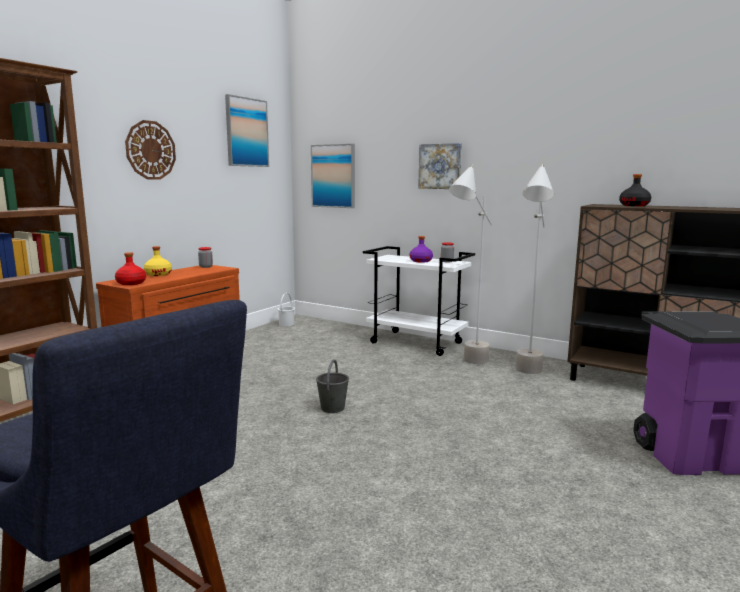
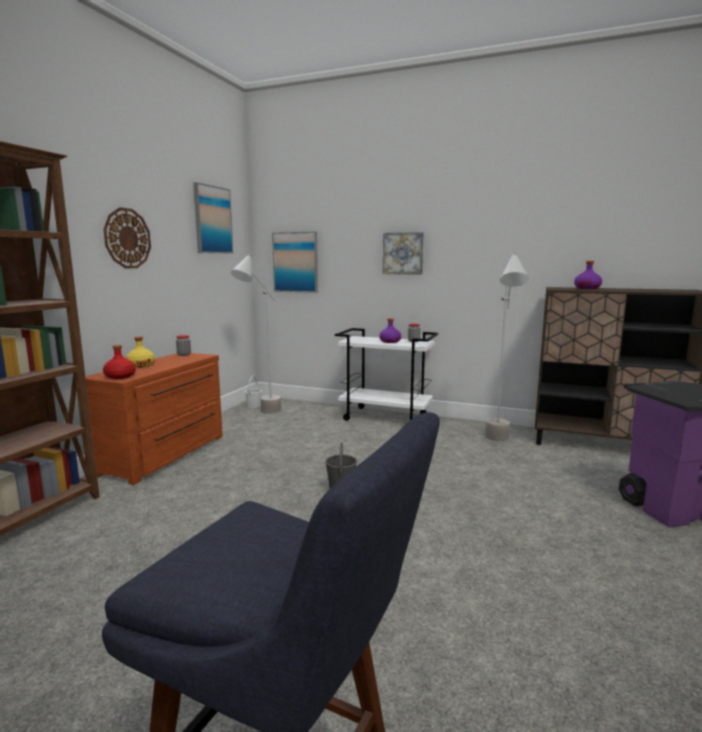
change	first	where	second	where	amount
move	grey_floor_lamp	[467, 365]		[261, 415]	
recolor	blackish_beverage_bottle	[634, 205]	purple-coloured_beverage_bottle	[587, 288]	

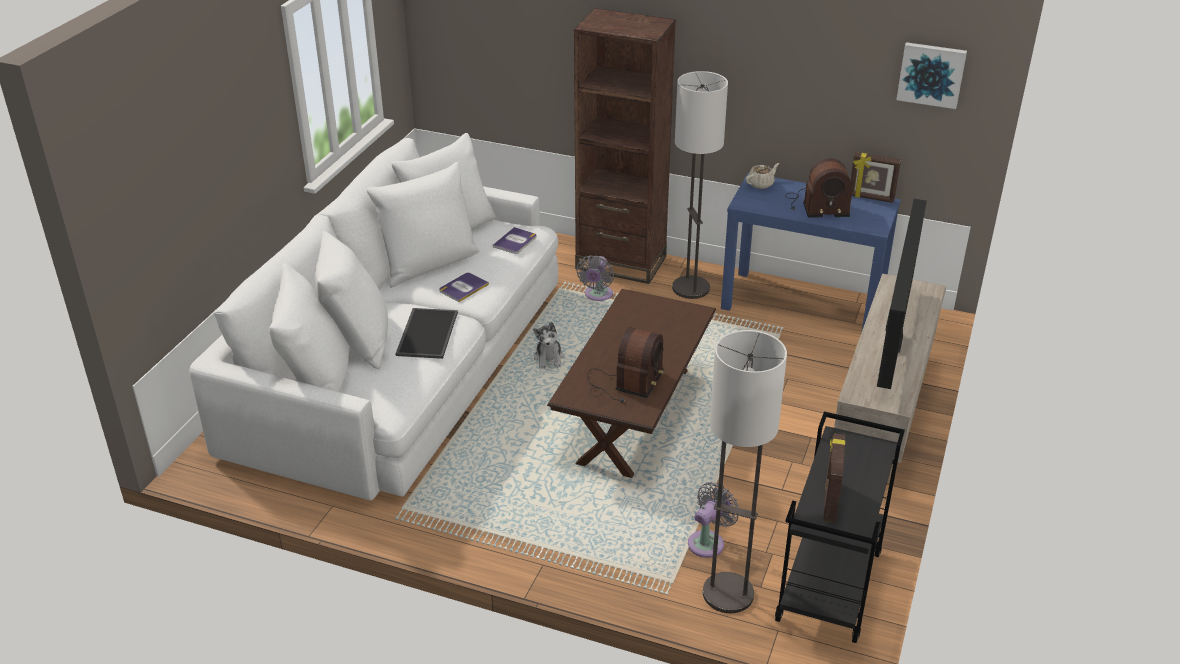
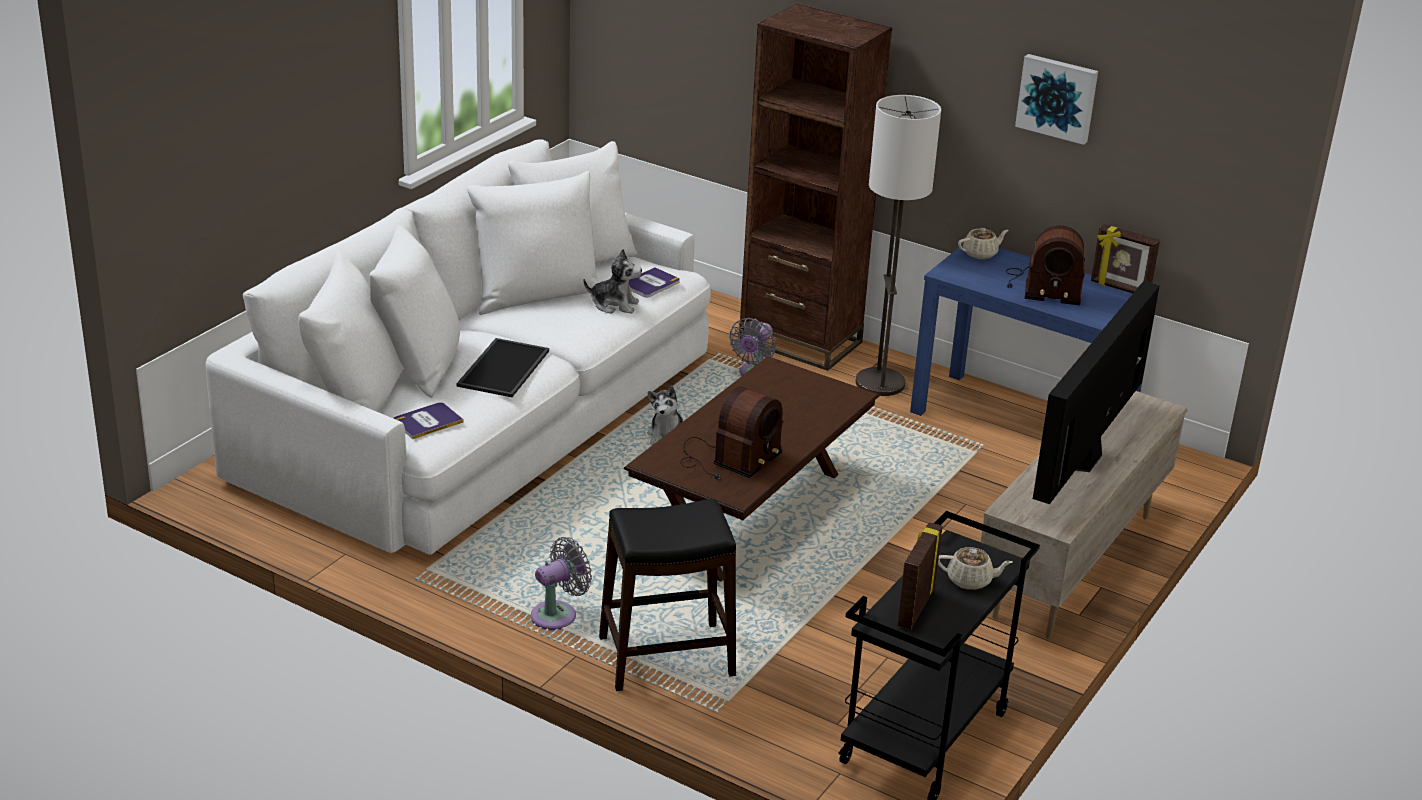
change	first	where	second	where	amount
delete	floor_lamp	[727, 594]			
insert			soft_toy	[614, 305]	
insert			blackish_stool	[666, 656]	
insert			sand-coloured_tea_pot	[970, 580]	
move	bound_book	[463, 287]		[427, 421]	
move	grey_electric_fan	[708, 542]		[558, 614]	
move	wall_art	[931, 74]		[1057, 97]	

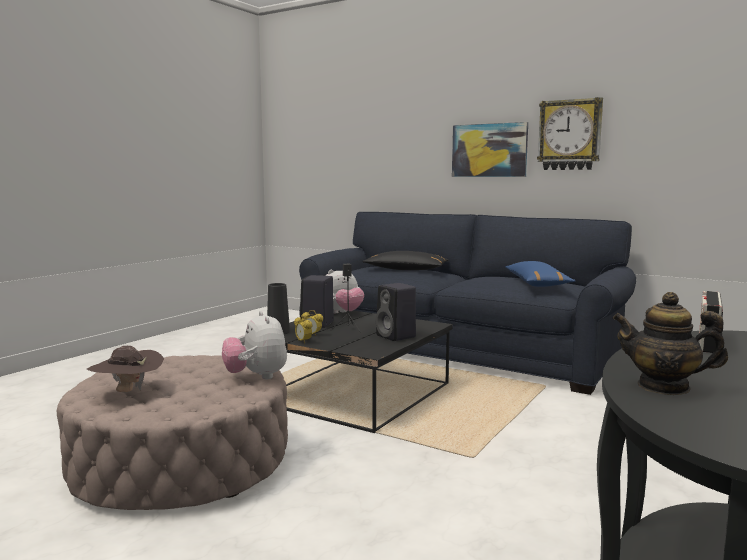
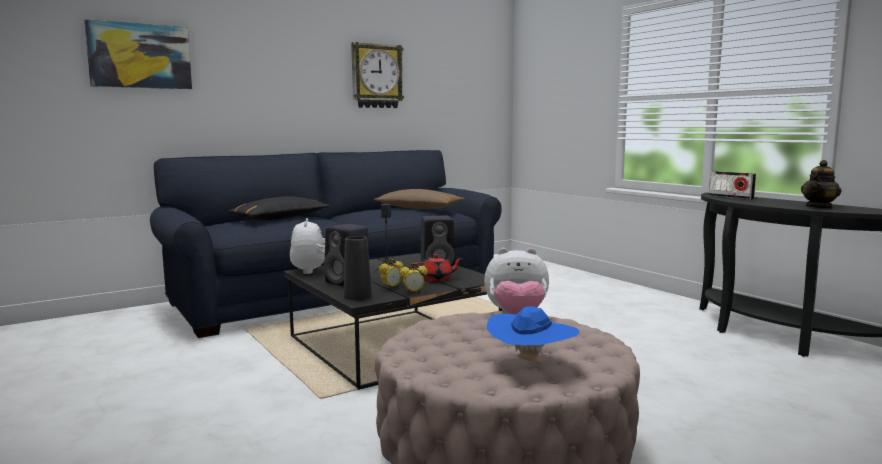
change	first	where	second	where	amount
insert			red-coloured_tea_pot	[437, 279]	
move	wall_art	[489, 150]		[140, 56]	
recolor	brown_clothing_hat	[127, 391]	blue_clothing_hat	[531, 364]	
recolor	blue_pillow	[537, 284]	brown_pillow	[419, 208]	

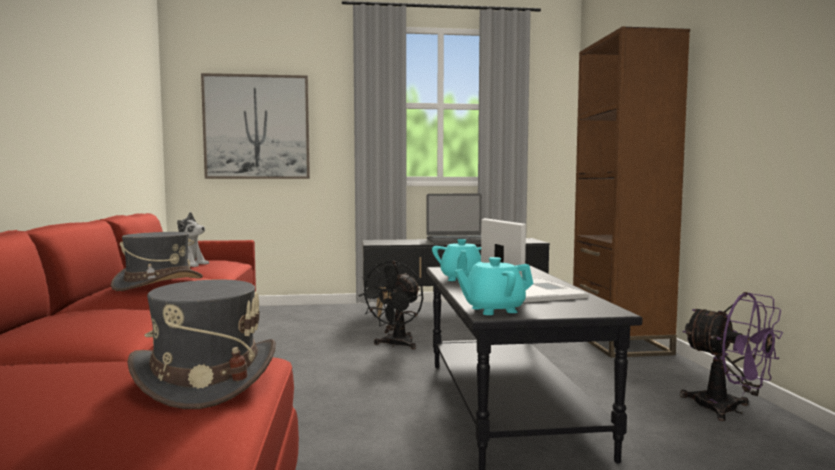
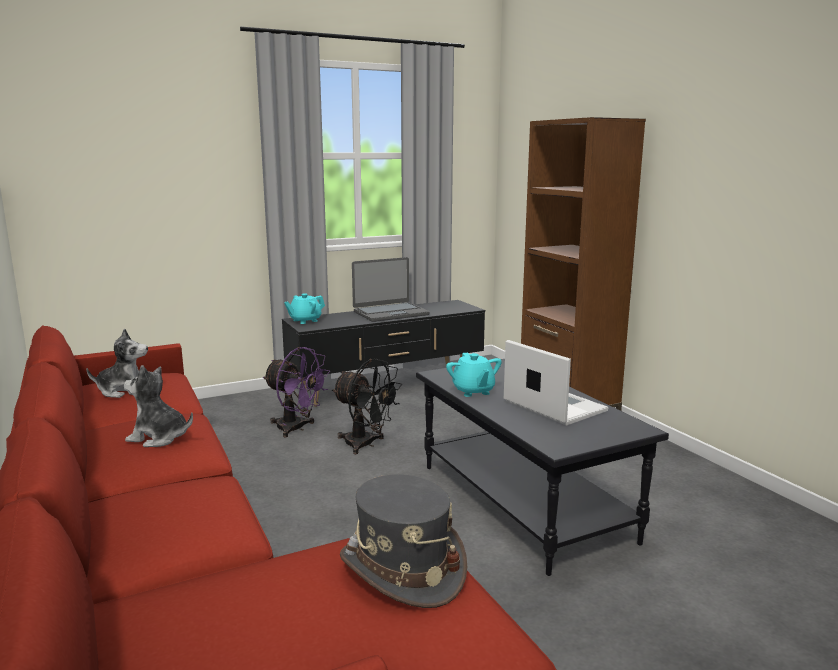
change	first	where	second	where	amount
delete	wall_art	[257, 127]			
move	blue-green_tea_pot	[493, 310]		[305, 320]	
move	purple-coloured_electric_fan	[728, 410]		[296, 428]	
replace	grey_clothing_hat	[158, 284]	soft_toy	[159, 438]	
rotate	blackish_electric_fan	[395, 345]		[366, 444]	60 degrees counterclockwise

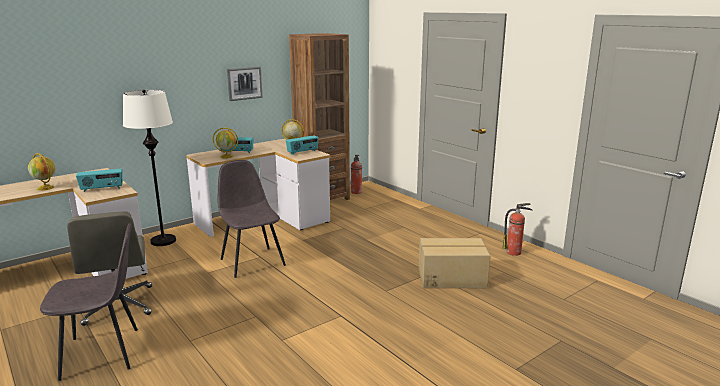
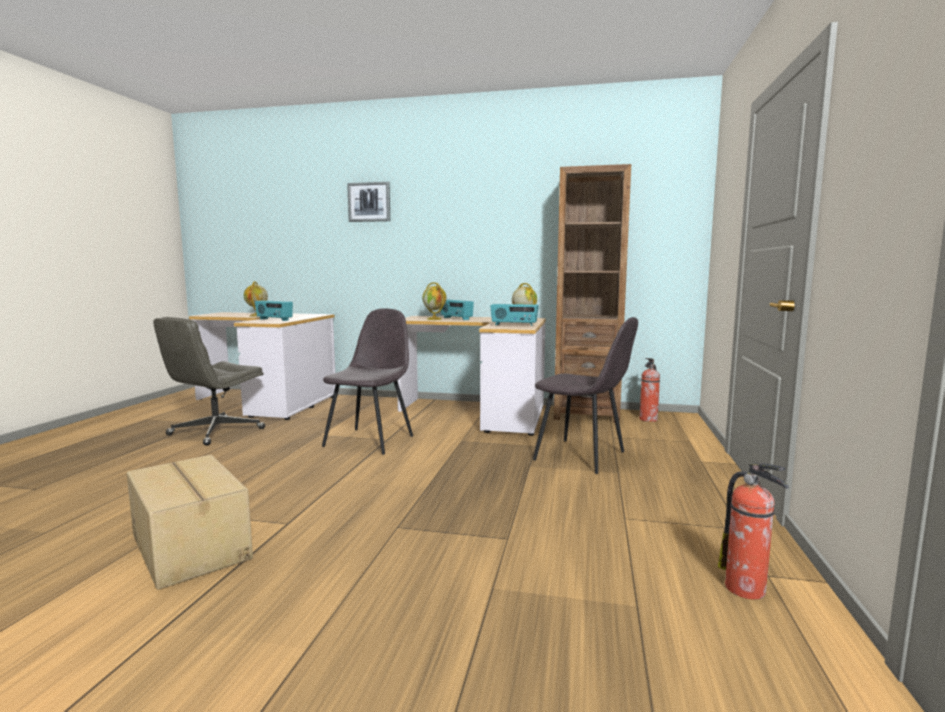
change	first	where	second	where	amount
delete	whitish_floor_lamp	[163, 241]			
move	grey_plain_chair	[103, 353]		[582, 456]	
move	wall_art	[244, 83]		[369, 202]	
move	packing_box	[451, 278]		[192, 546]	

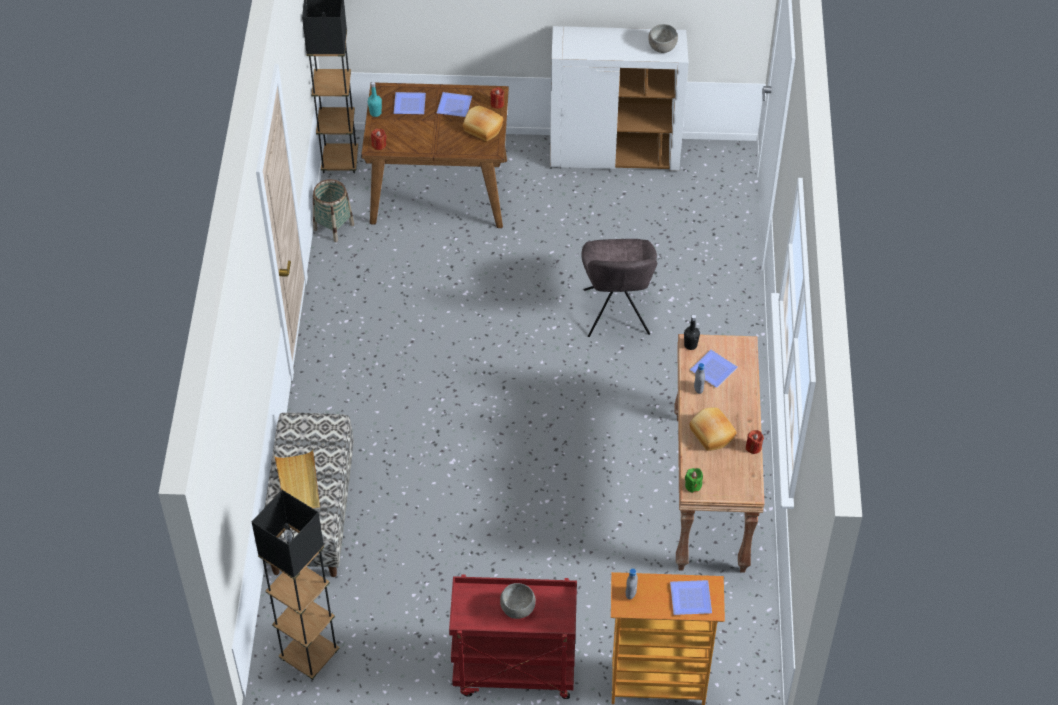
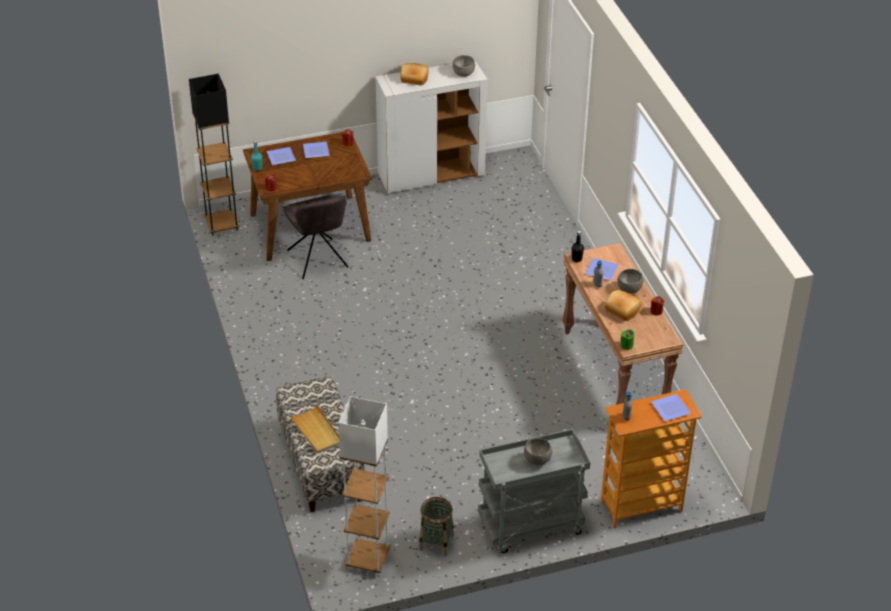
change	first	where	second	where	amount
insert			grey_deep_dish	[629, 289]	
move	storage_basket	[333, 227]		[436, 542]	
move	baked_bread	[482, 129]		[414, 79]	
move	grey_plain_chair	[616, 315]		[318, 260]	
recolor	blackish_floor_lamp	[309, 656]	whitish_floor_lamp	[368, 559]	
recolor	red-coloured_cart	[513, 671]	grey_cart	[530, 527]	

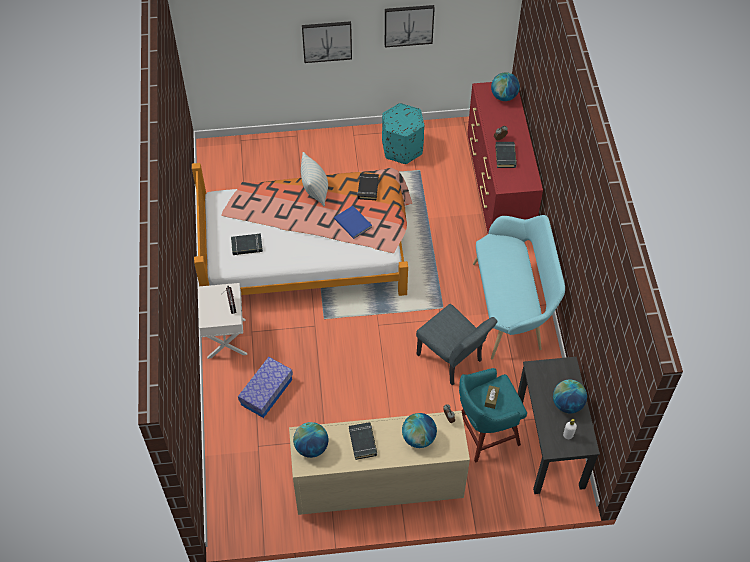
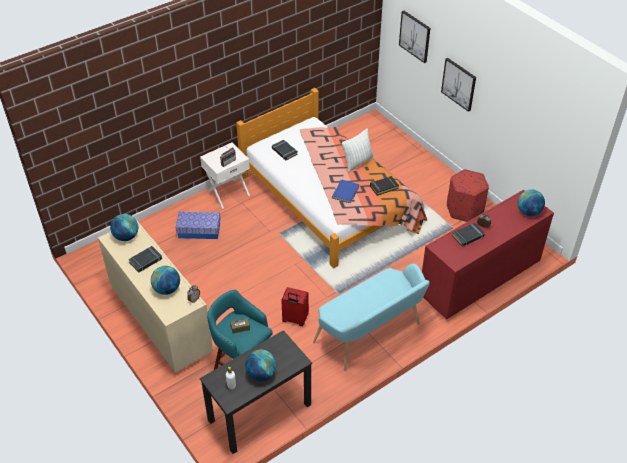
change	first	where	second	where	amount
move	wall_art	[408, 25]		[415, 36]	
replace	grey_plain_chair	[453, 361]	red-coloured_suitcase	[294, 319]	
recolor	blue-green_footrest	[402, 148]	red-coloured_footrest	[464, 210]	

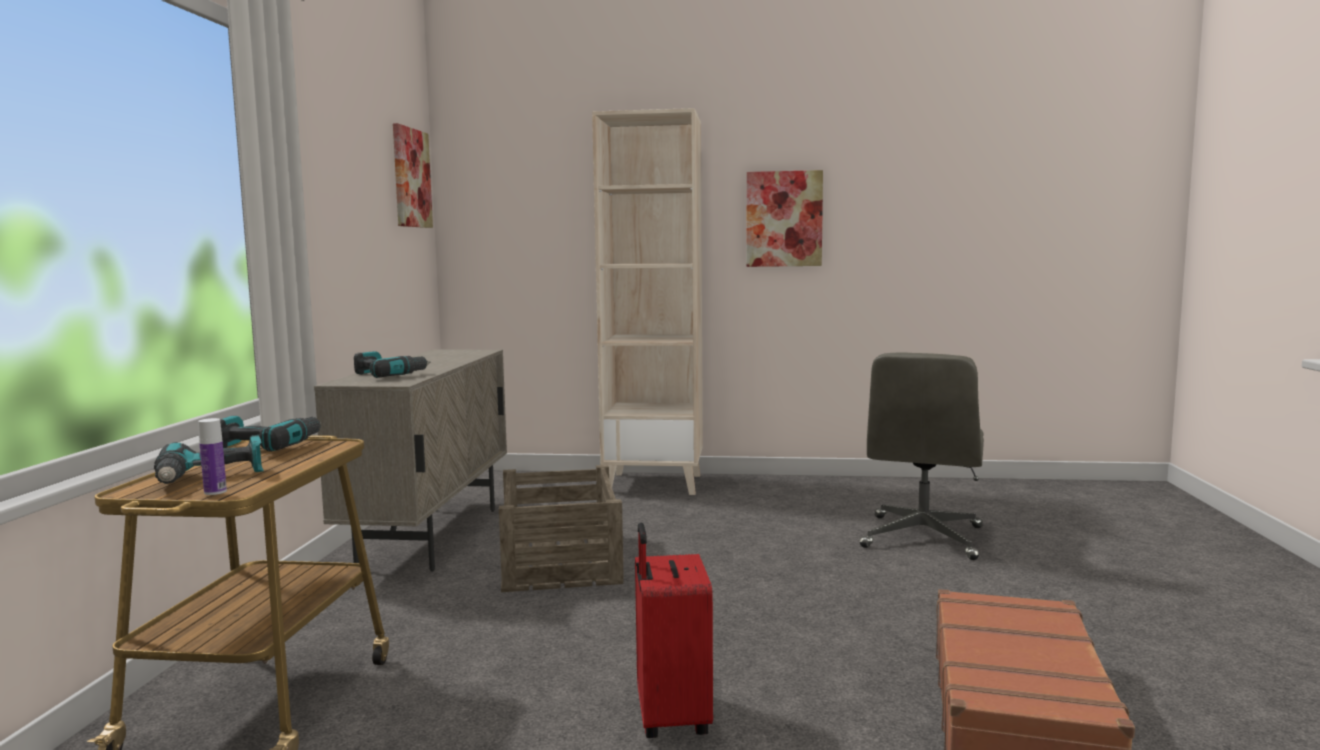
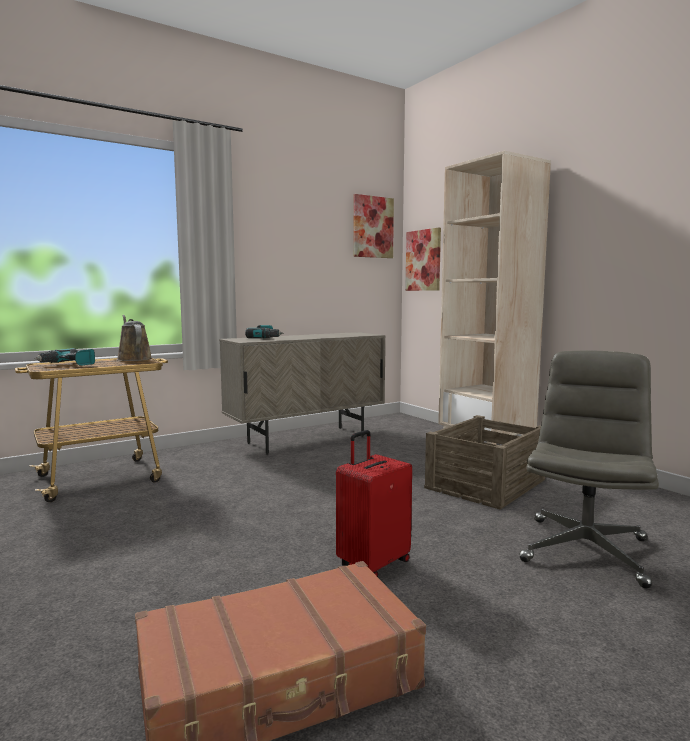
change	first	where	second	where	amount
delete	beverage_bottle	[215, 492]			
move	shipping_crate	[561, 560]		[487, 483]	
move	red-coloured_suitcase	[670, 718]		[373, 564]	
move	wall_art	[784, 219]		[423, 260]	
replace	drill	[268, 445]	brown_watering_can	[133, 359]	
rotate	grey_office_chair	[923, 538]		[585, 549]	135 degrees clockwise

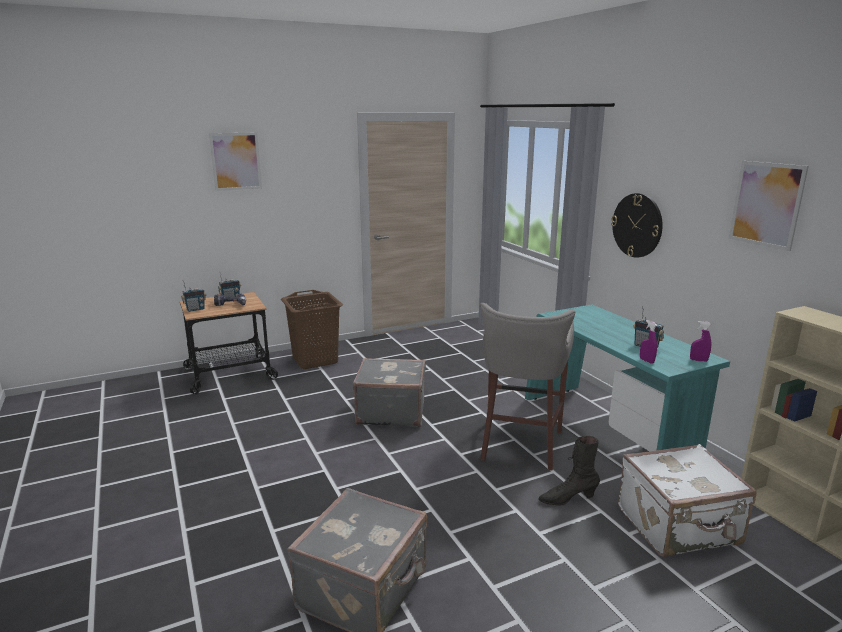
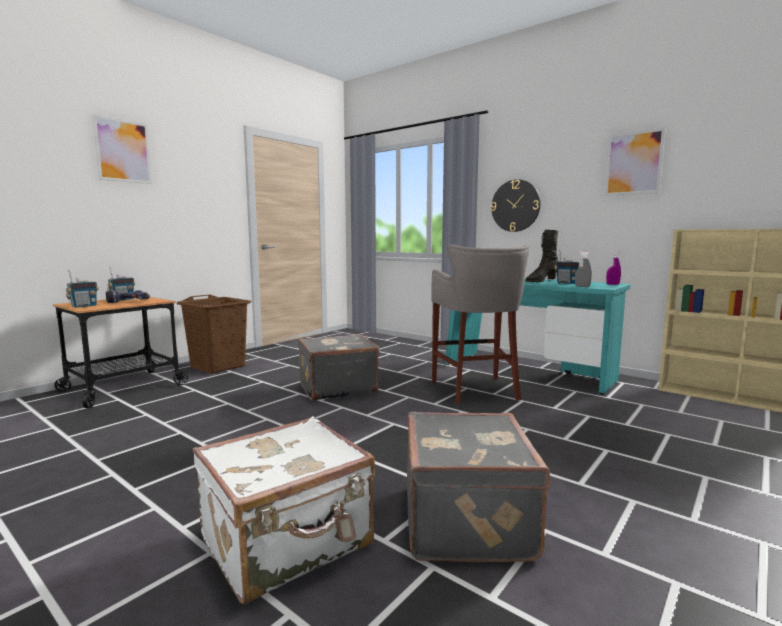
change	first	where	second	where	amount
move	blackish_tall_boot	[567, 499]		[541, 281]	
move	whitish_suitcase	[679, 527]		[288, 543]	
recolor	purple-coloured_spray_bottle	[646, 361]	grey_spray_bottle	[582, 286]	

